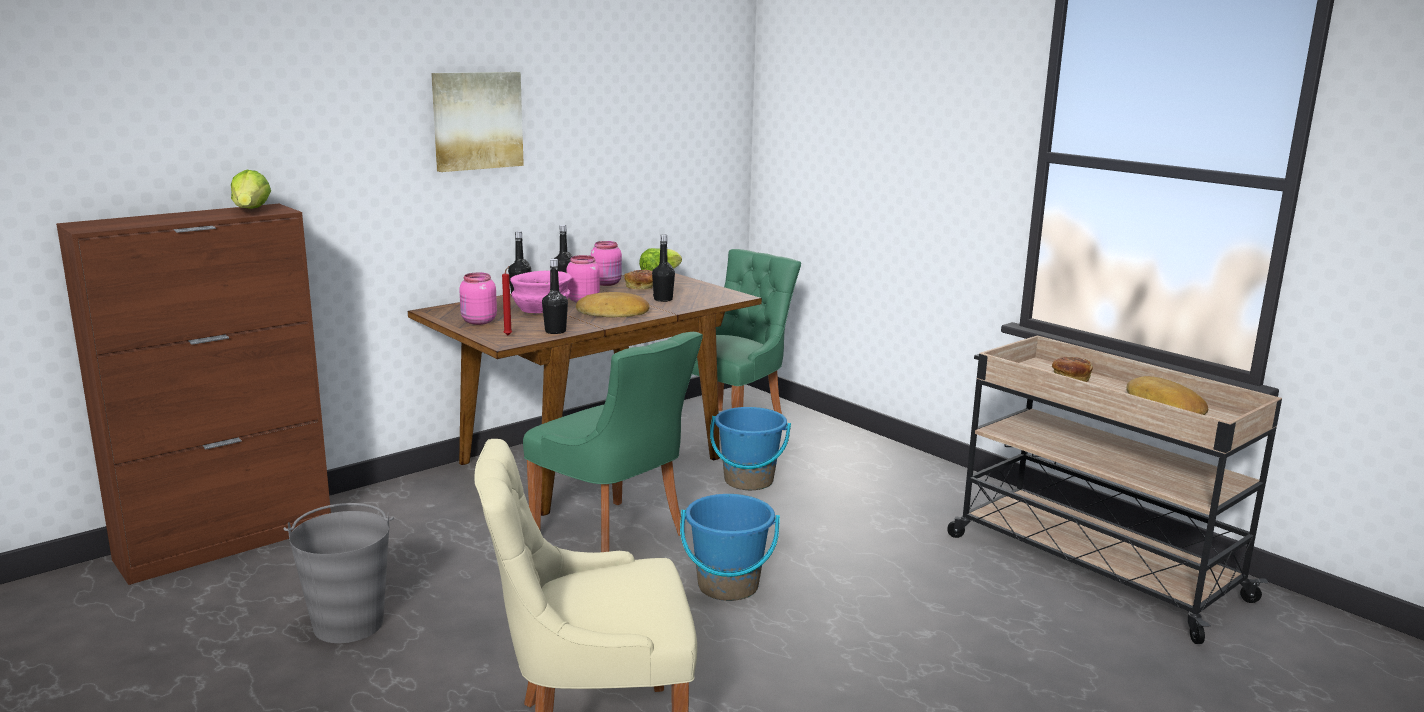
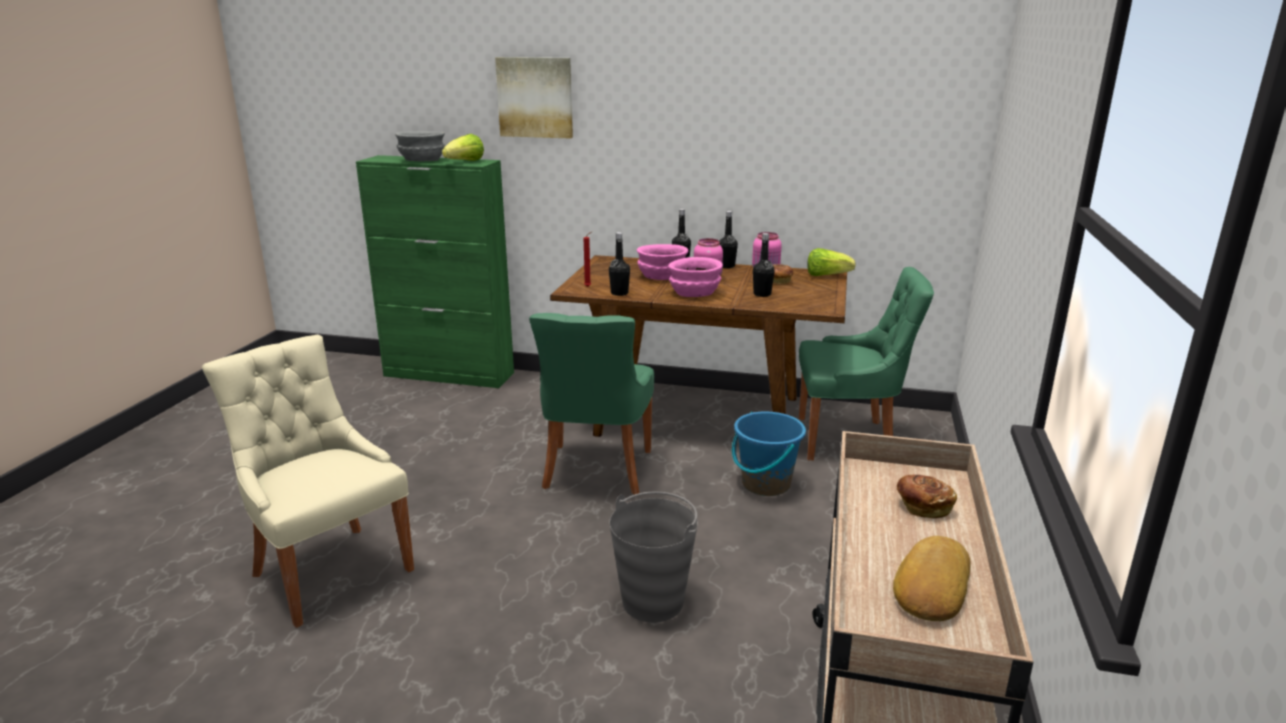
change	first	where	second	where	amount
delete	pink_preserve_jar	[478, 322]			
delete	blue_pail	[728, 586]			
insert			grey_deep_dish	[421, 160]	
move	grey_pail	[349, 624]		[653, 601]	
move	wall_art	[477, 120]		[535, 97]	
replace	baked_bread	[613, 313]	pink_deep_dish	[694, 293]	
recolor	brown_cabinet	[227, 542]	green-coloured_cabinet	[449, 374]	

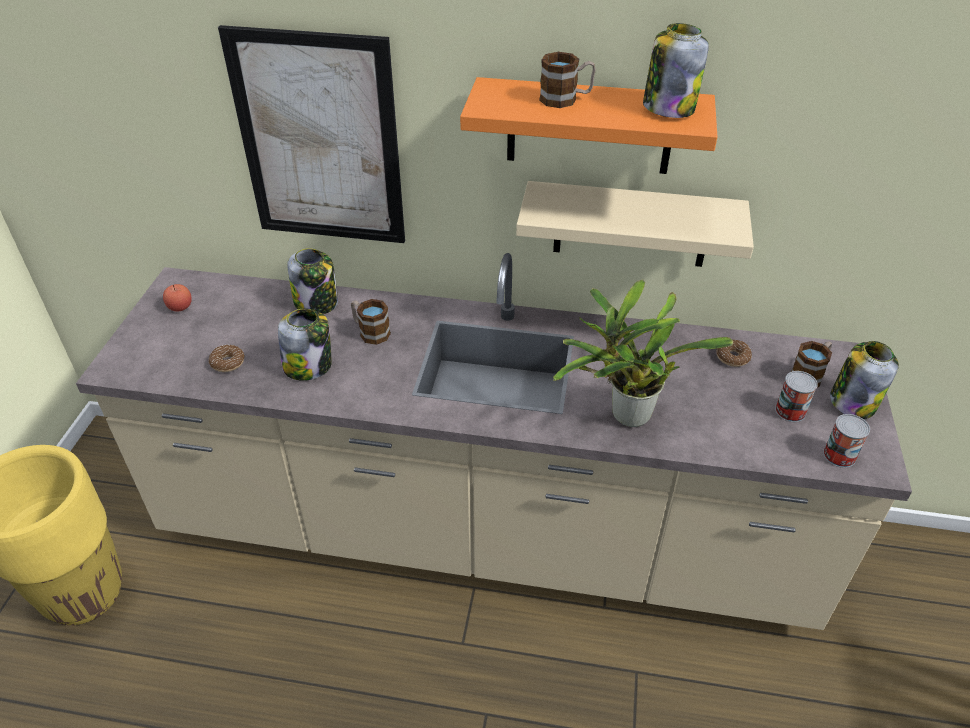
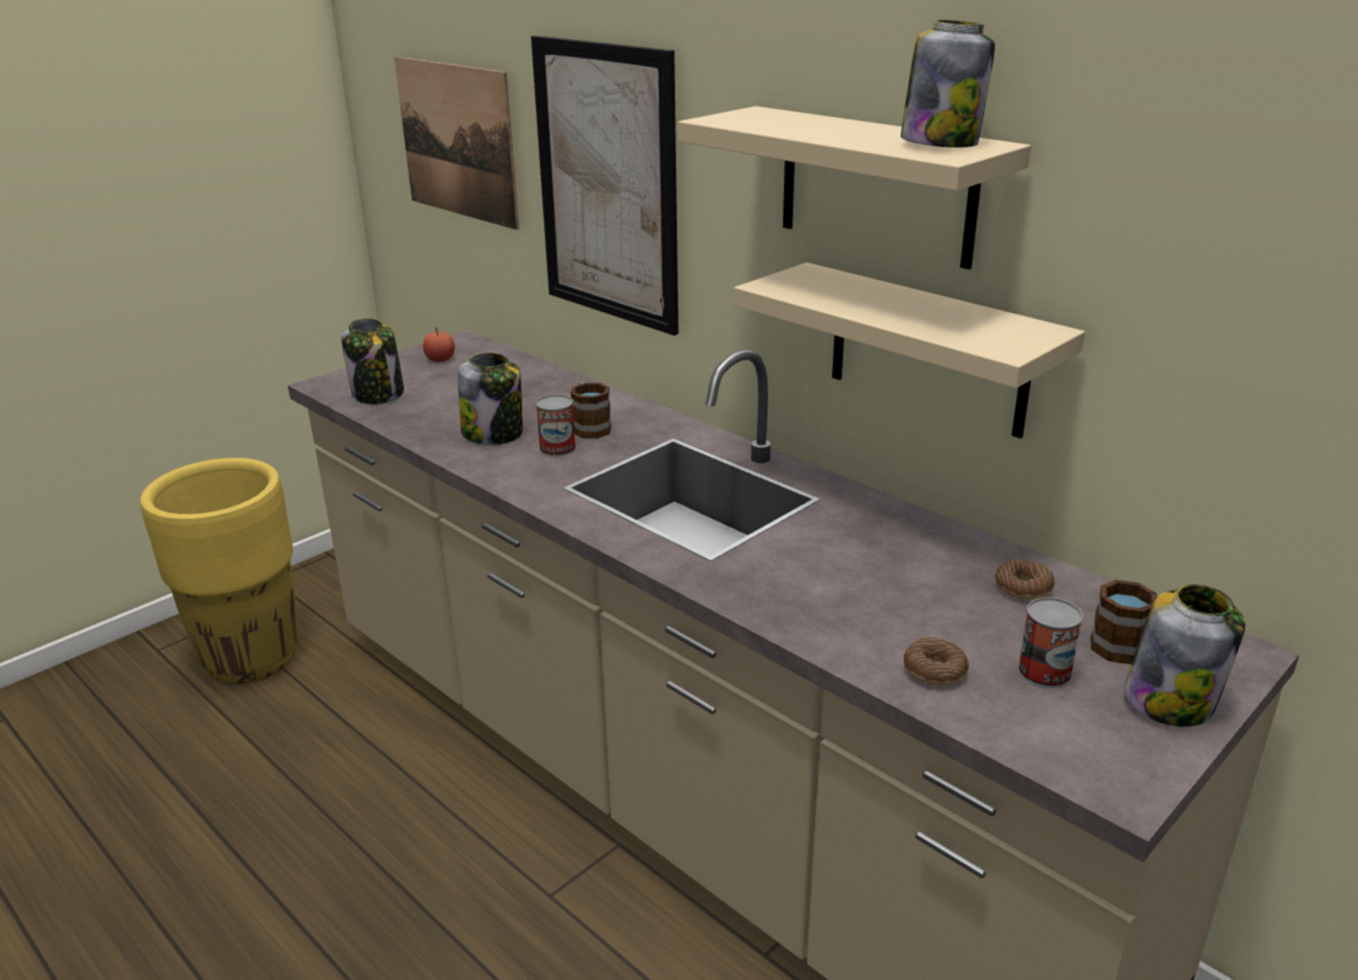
change	first	where	second	where	amount
delete	coffee_mug	[566, 99]			
delete	potted_plant	[624, 416]			
insert			wall_art	[457, 141]	
move	donut	[227, 363]		[934, 670]	
move	preserve_jar	[317, 303]		[378, 394]	
move	sealed_can	[839, 455]		[557, 448]	
recolor	orange_wall_shelf	[589, 126]	sand-coloured_wall_shelf	[876, 186]	

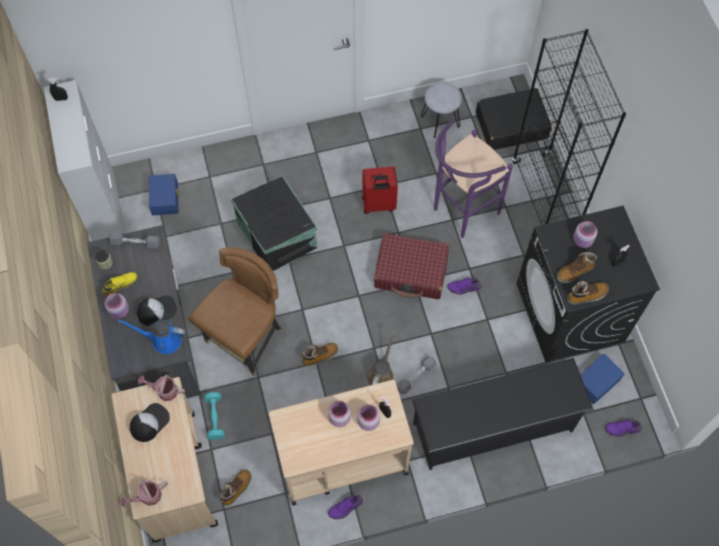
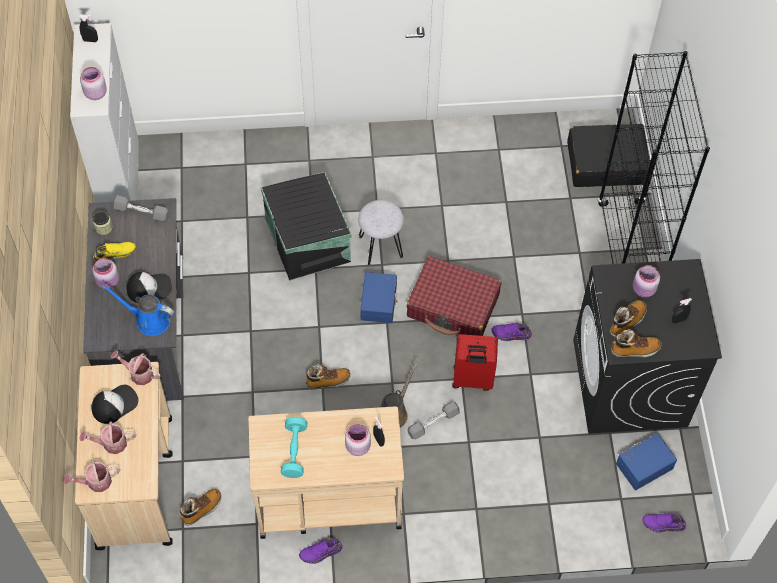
change	first	where	second	where	amount
delete	brown_plain_chair	[246, 339]			
delete	blackish_shoe_shelf	[493, 427]			
delete	purple-coloured_stool	[460, 213]			
insert			watering_can	[111, 444]	
move	blue_storage_bin	[166, 198]		[380, 302]	
move	blue-green_dumbbell	[215, 418]		[294, 452]	
move	pink_preserve_jar	[339, 417]		[95, 93]	
move	red-coloured_suitcase	[378, 205]		[472, 379]	
move	grey_stool	[440, 121]		[381, 247]	
rotate	tall_boot	[575, 271]		[627, 321]	150 degrees clockwise

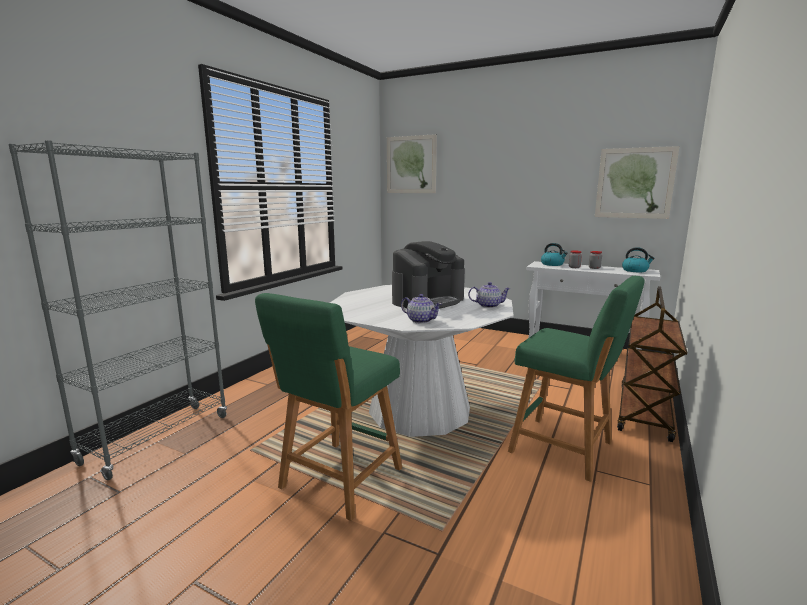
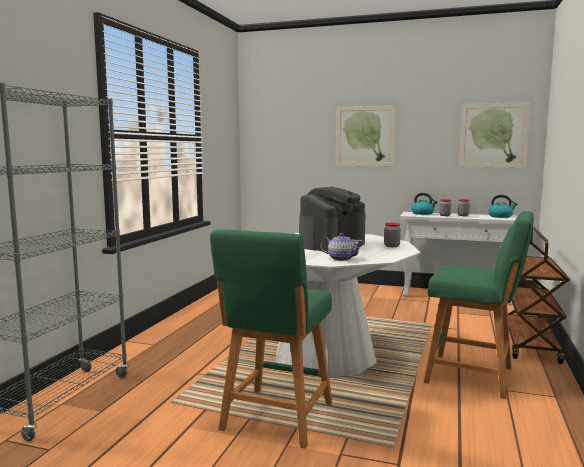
change	first	where	second	where	amount
move	wall_art	[411, 165]		[365, 136]	
replace	tea_pot	[488, 305]	preserve_jar	[391, 246]	

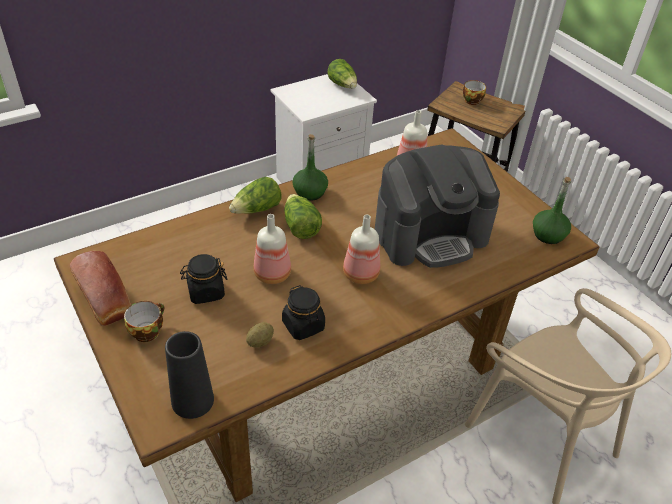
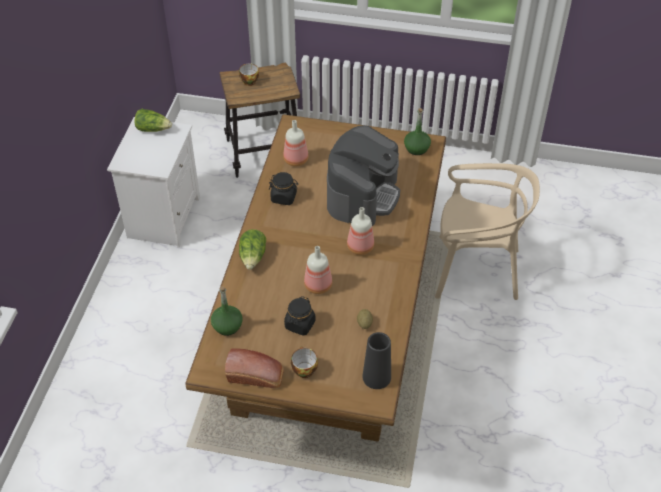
change	first	where	second	where	amount
delete	head_of_lettuce	[300, 226]			
move	blackish_preserve_jar	[303, 326]		[284, 197]	
move	green-coloured_beverage_bottle	[310, 192]		[227, 326]	

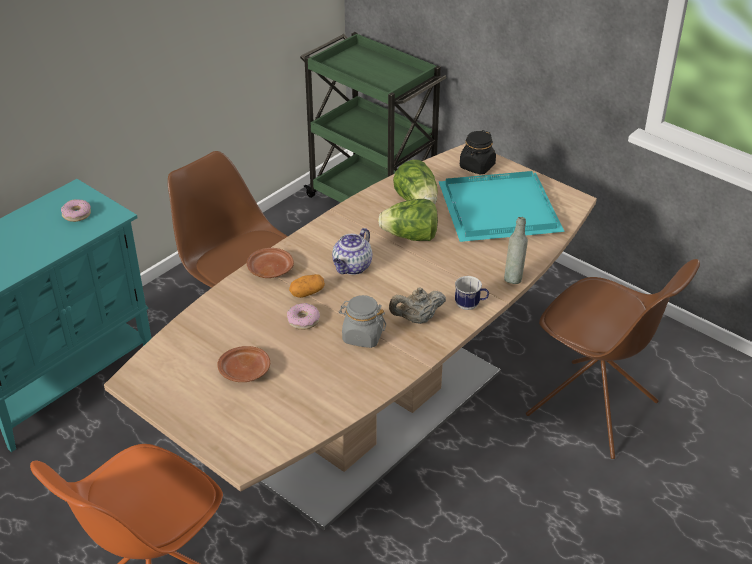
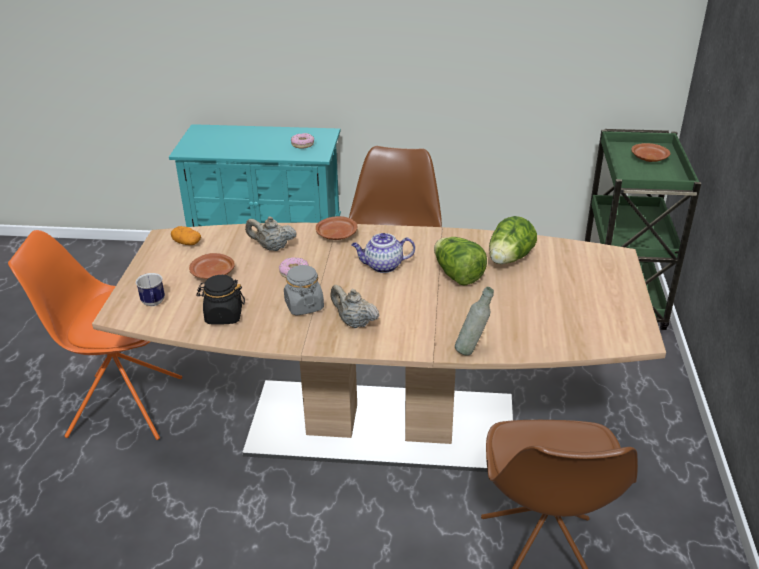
change	first	where	second	where	amount
delete	blue-green_serving_tray	[496, 209]			
insert			sand-coloured_tea_pot	[272, 247]	
insert			brown_dinner_plate	[648, 158]	
move	whole_potato	[307, 293]		[187, 243]	
move	coffee_mug	[470, 305]		[154, 304]	
move	blackish_preserve_jar	[477, 166]		[223, 316]	

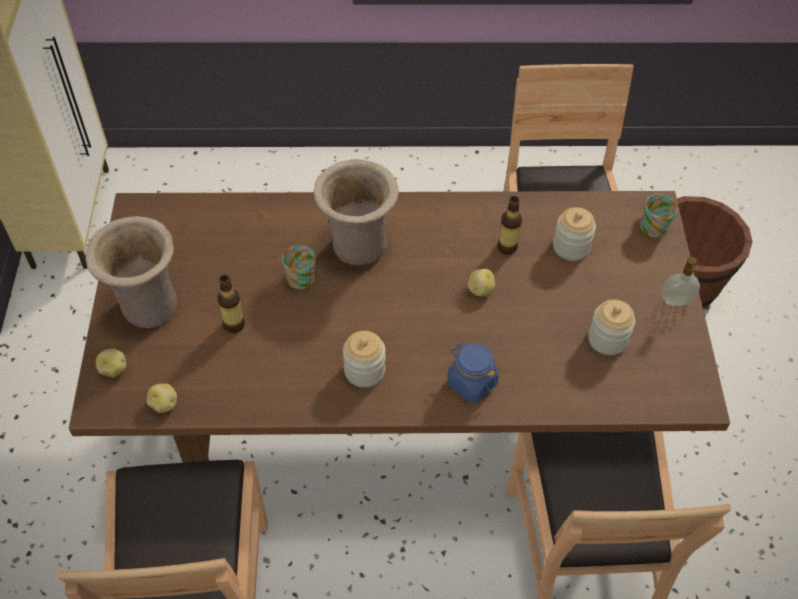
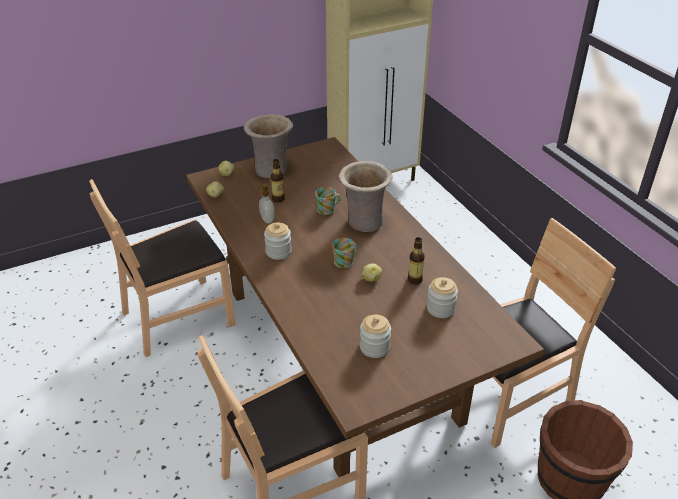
change	first	where	second	where	amount
delete	blue_preserve_jar	[471, 383]			
move	coffee_mug	[652, 224]		[346, 261]	
move	liquid_soap_bottle	[676, 302]		[266, 220]	

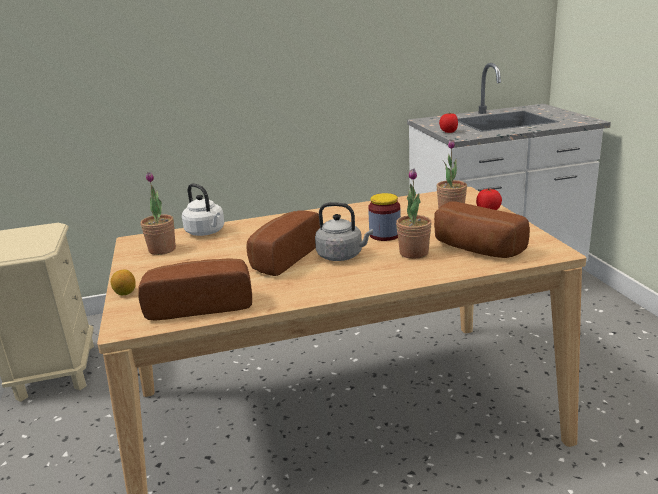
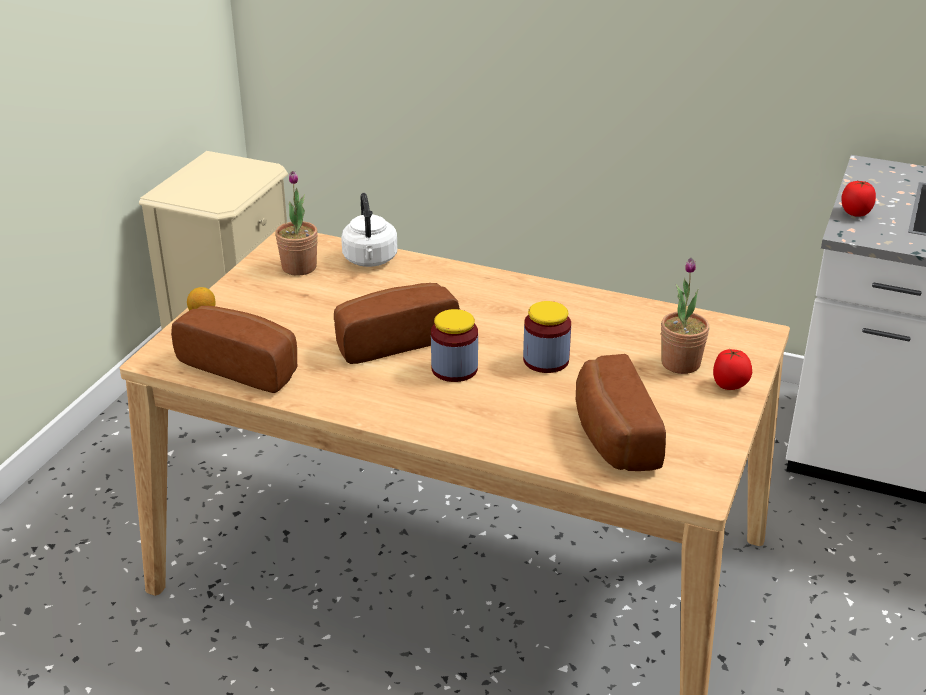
change	first	where	second	where	amount
delete	potted_plant	[414, 253]			
replace	grey_water_kettle	[342, 256]	preserve_jar	[454, 369]	

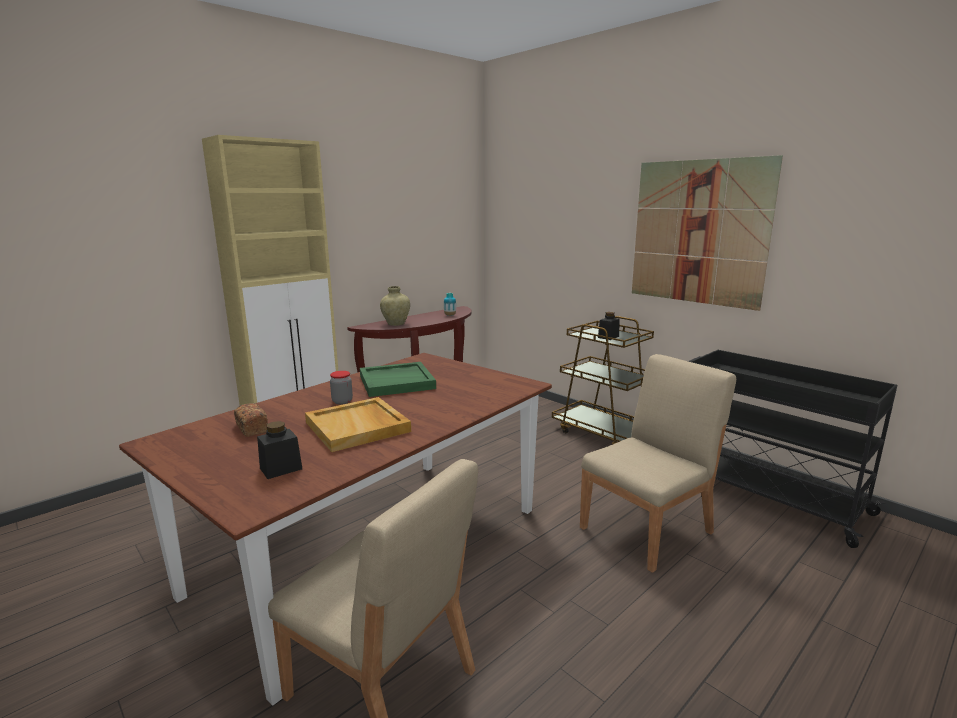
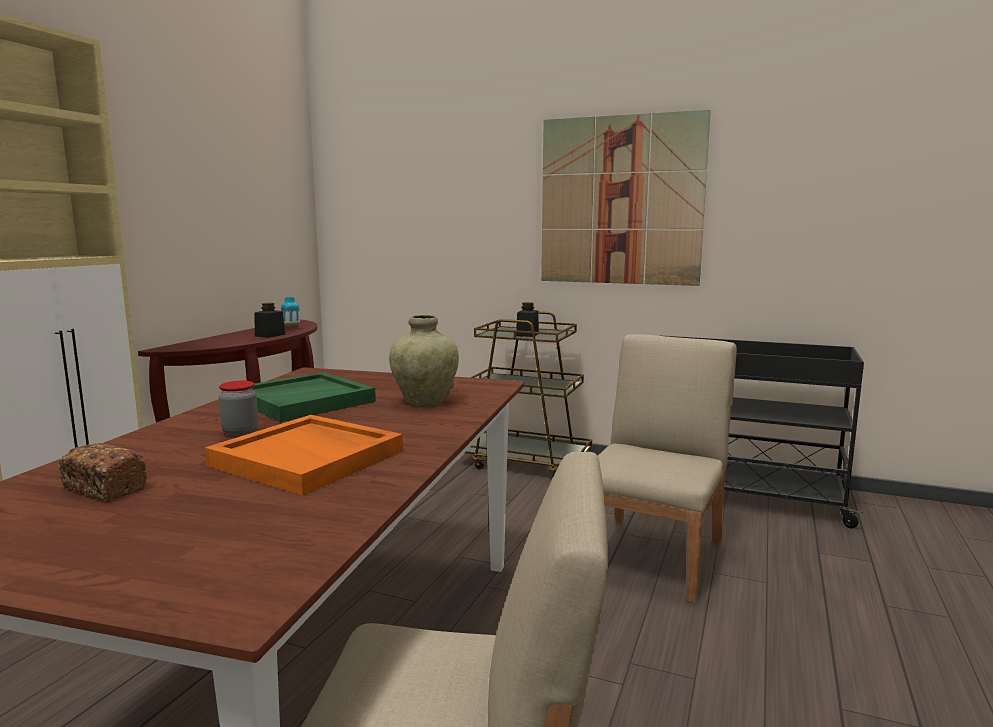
change	first	where	second	where	amount
move	blackish_preserve_jar	[281, 468]		[270, 335]	
move	sand-coloured_flower_vase	[396, 324]		[425, 401]	
recolor	sand-coloured_serving_tray	[358, 427]	orange_serving_tray	[309, 458]	

